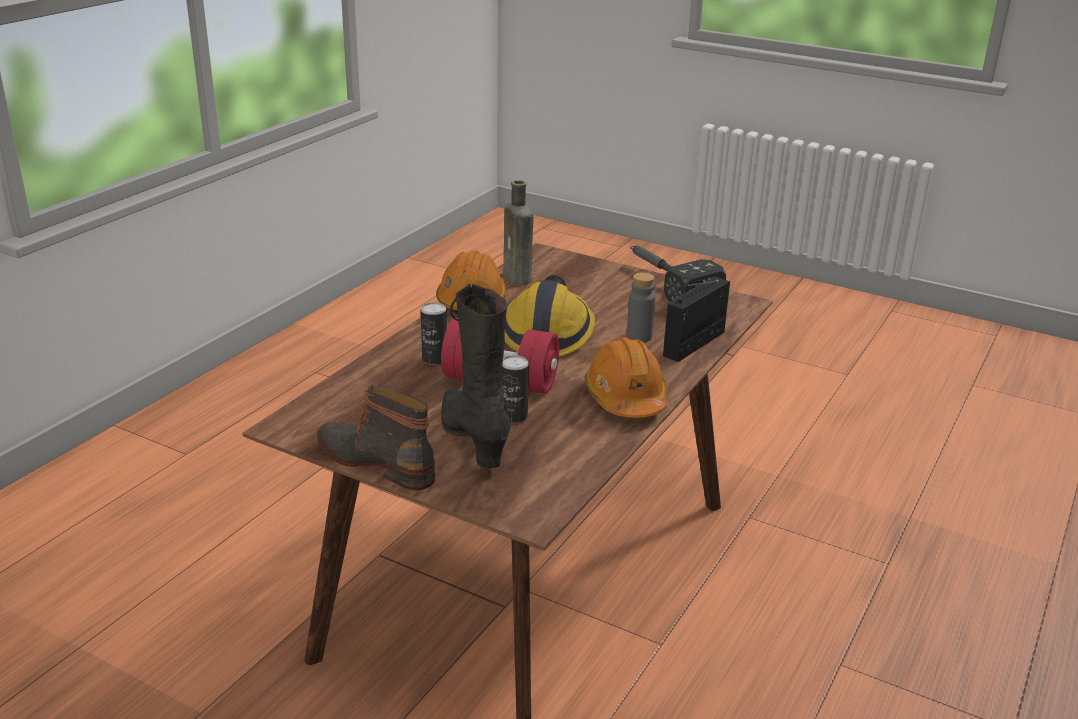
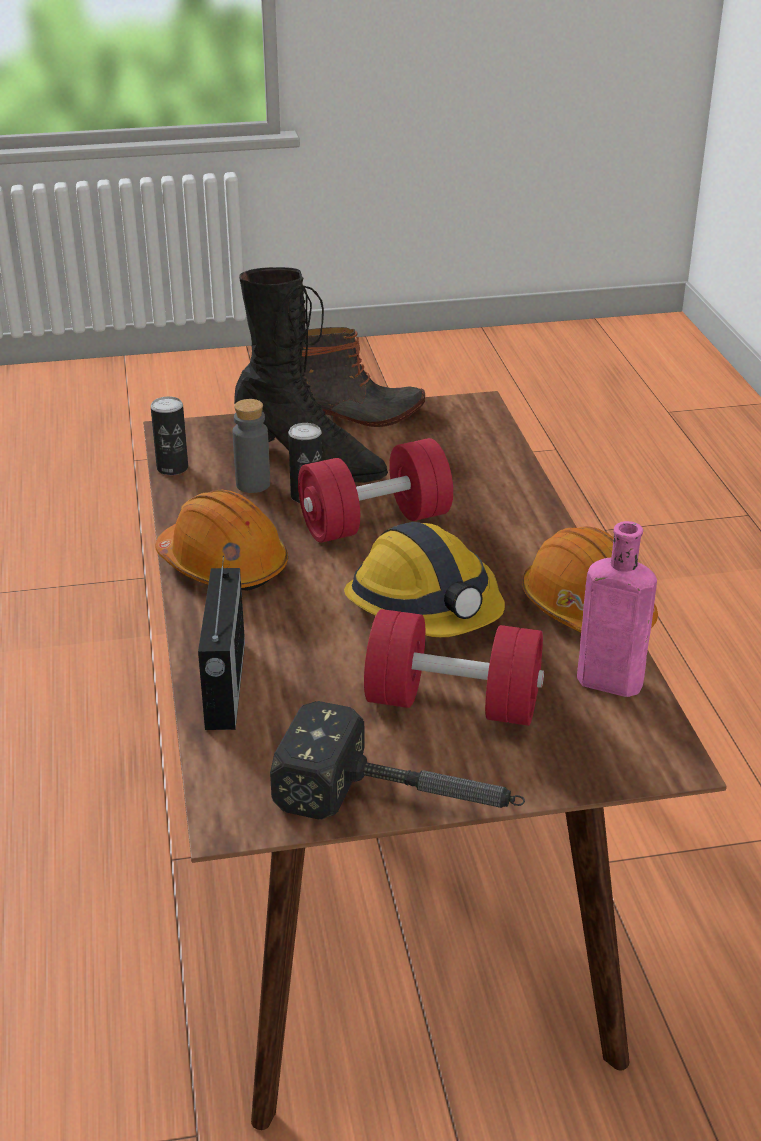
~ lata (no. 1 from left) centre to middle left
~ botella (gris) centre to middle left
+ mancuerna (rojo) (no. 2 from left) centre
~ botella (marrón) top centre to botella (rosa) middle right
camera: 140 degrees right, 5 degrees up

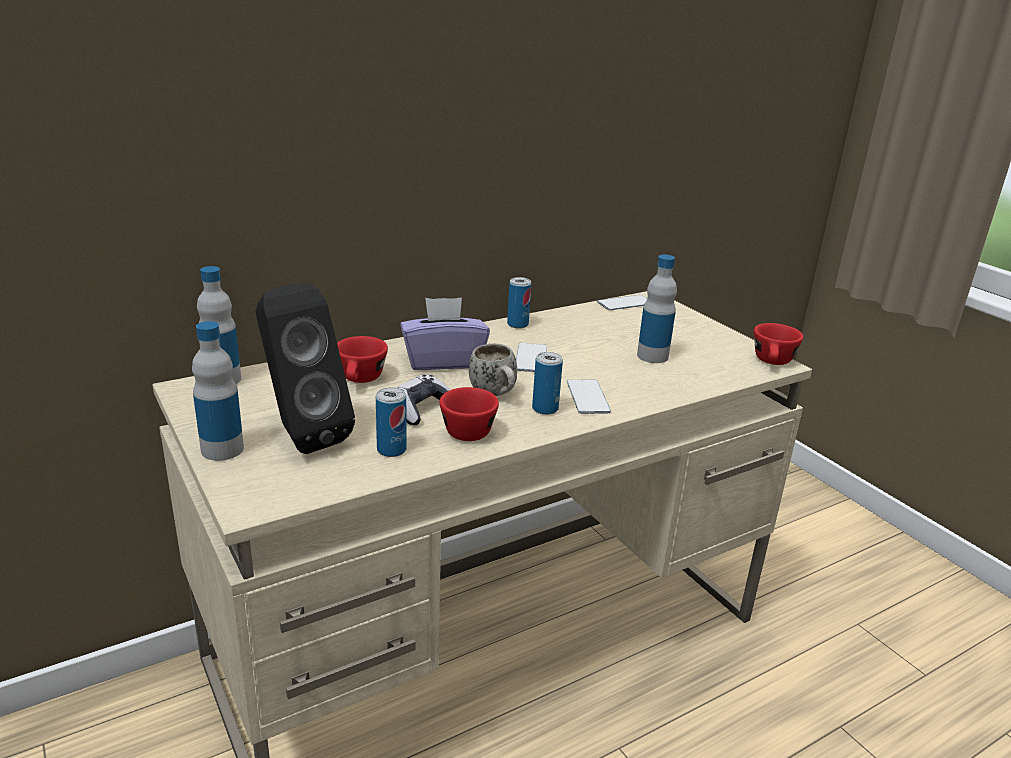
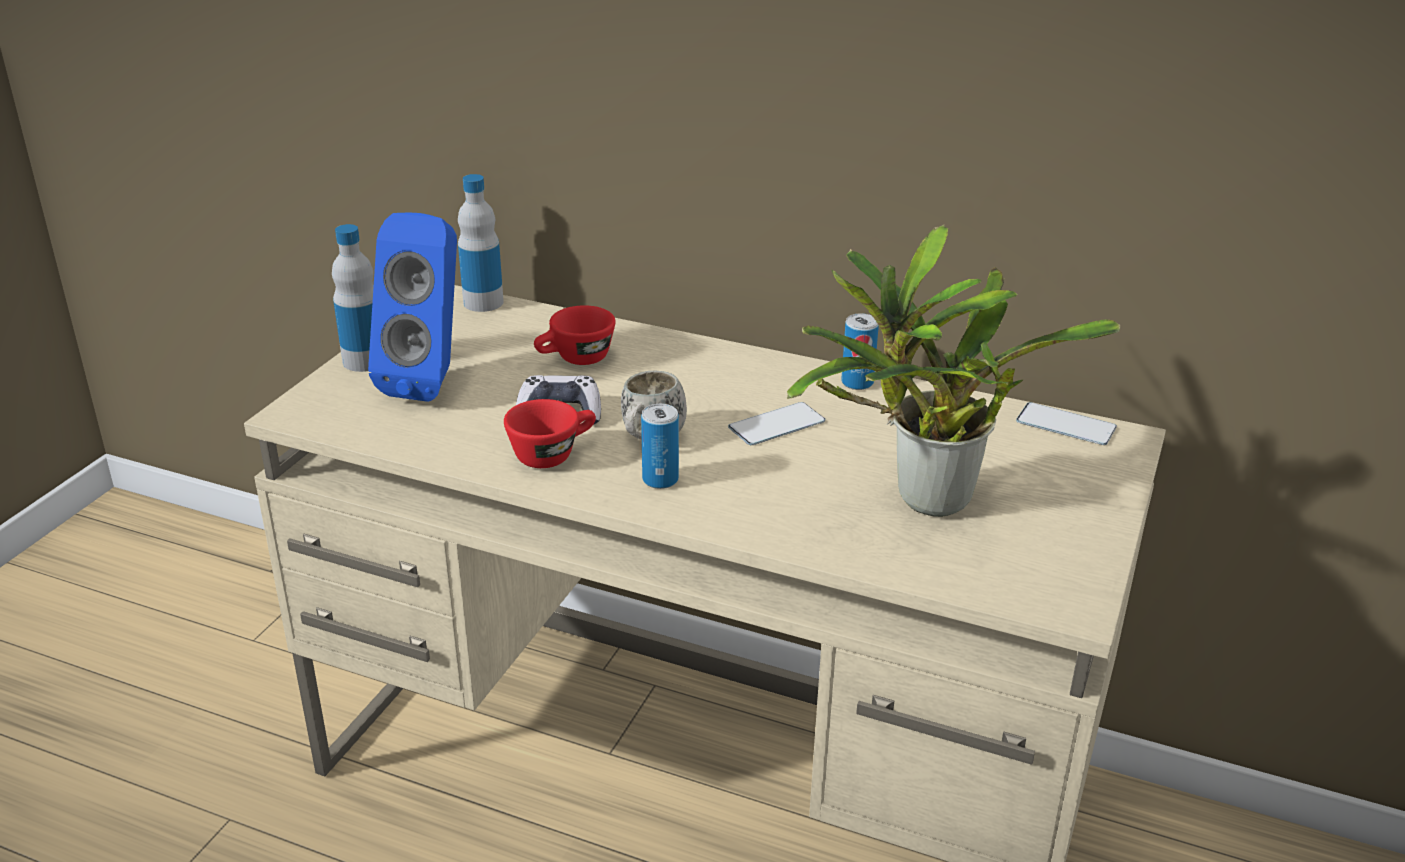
~ altavoz (negro) middle left to altavoz (azul) middle left
~ botella (no. 3 from left) centre to planta en maceta middle right
- lata (no. 1 from left) centre
- caja de pañuelos (morado) centre
- móvil (no. 2 from left) centre
- taza (rojo) (no. 3 from left) middle right
camera: 55 degrees right, 5 degrees up

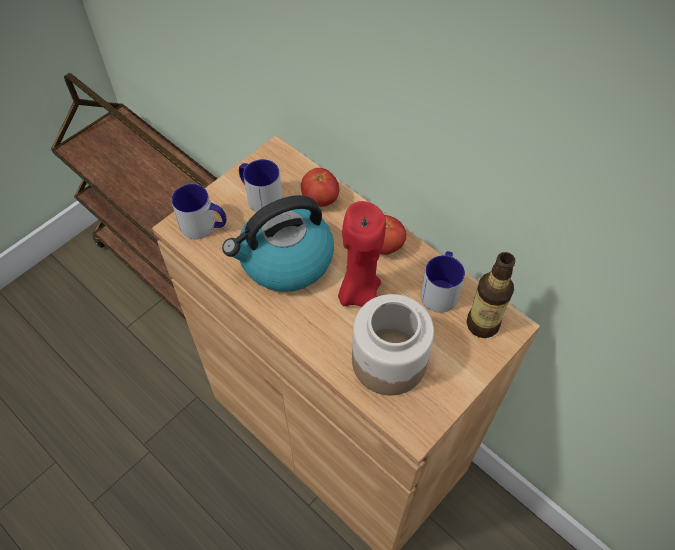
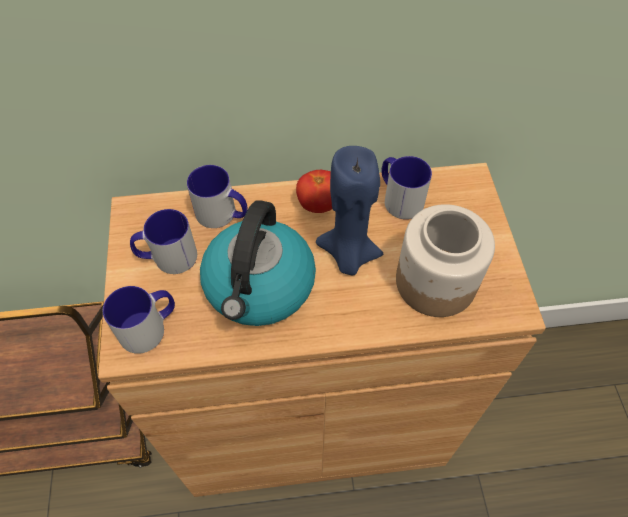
~ tomate (no. 1 from left) centre to taza grande (no. 3 from left) centre
~ vela (rojo) centre to vela (azul) centre
- botella middle right
camera: 50 degrees left, 0 degrees up

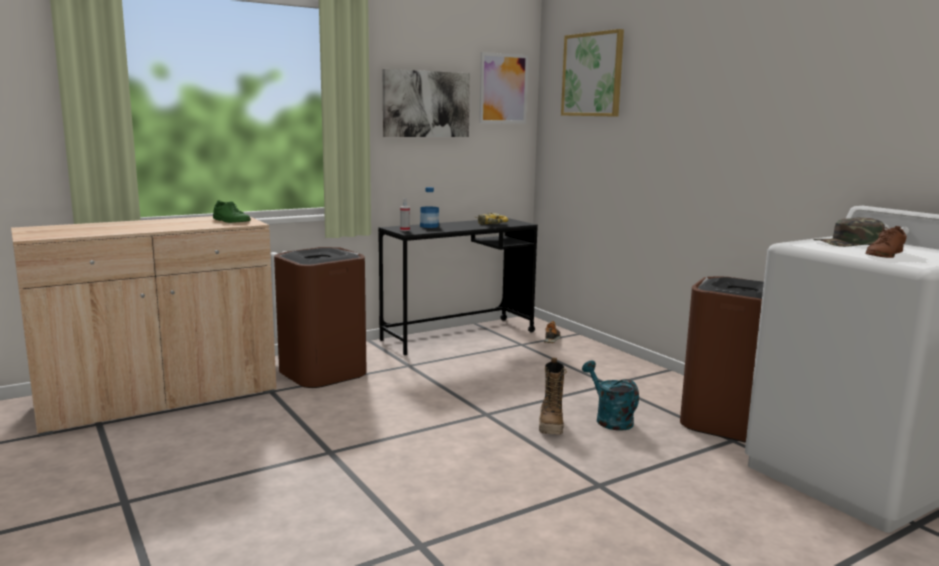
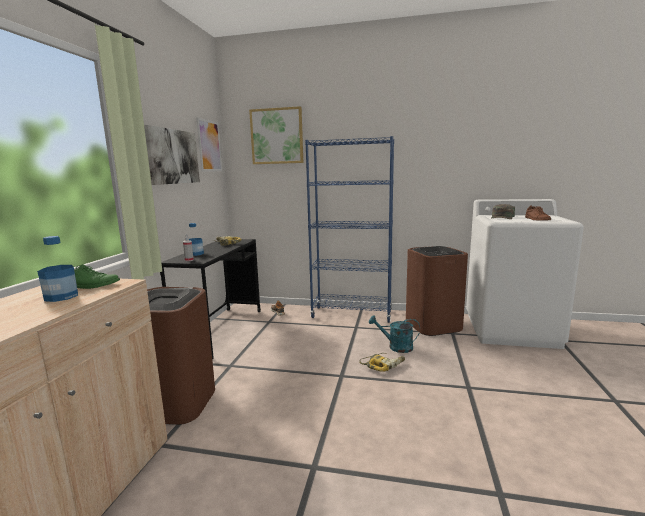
+ botella (no. 1 from left) middle left
+ estantería (azul) centre
~ bota bottom centre to taladro (no. 2 from left) bottom centre
camera: 45 degrees left, 0 degrees up

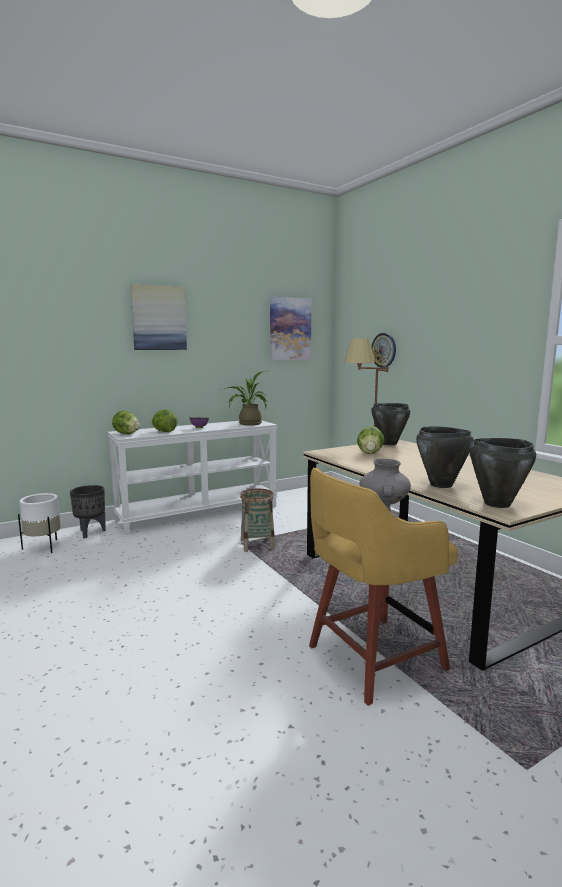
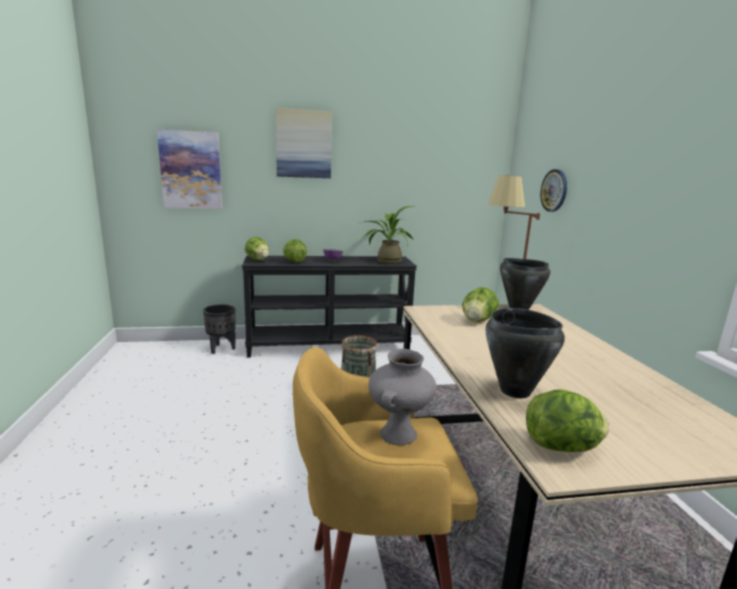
~ cuadro (no. 2 from left in the first image) centre to cuadro (no. 1 from left) top left
~ mesa consola (blanco) centre to mesa consola (negro) centre
~ olla (negro) (no. 3 from left) middle right to lechuga (no. 4 from left) bottom right
- maceta (blanco) middle left
camera: 20 degrees right, 5 degrees up

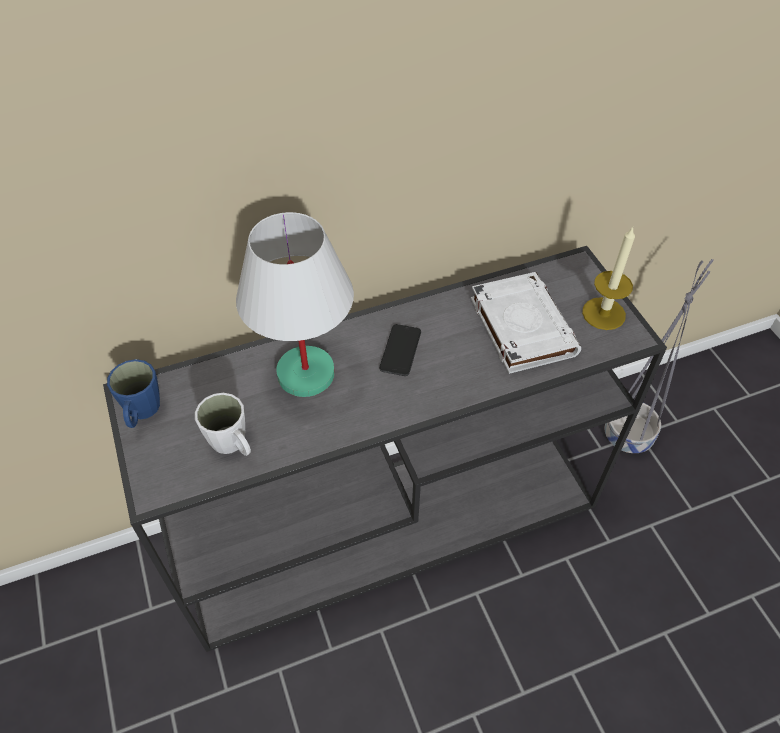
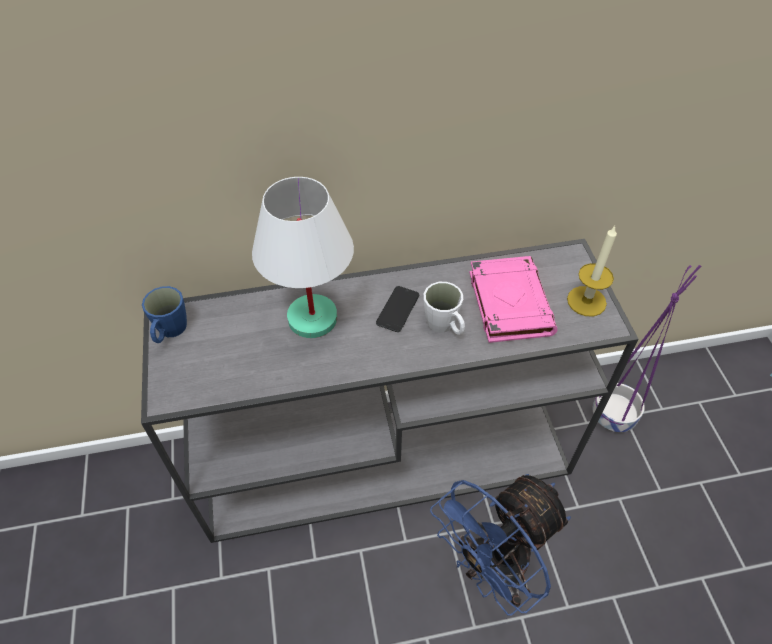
~ taza grande (blanco) middle left to centre
+ ventilador (azul) bottom centre
~ libro (blanco) middle right to libro (rosa) centre
~ maceta (gris) middle right to maceta (morado) middle right
camera: 10 degrees right, 0 degrees up

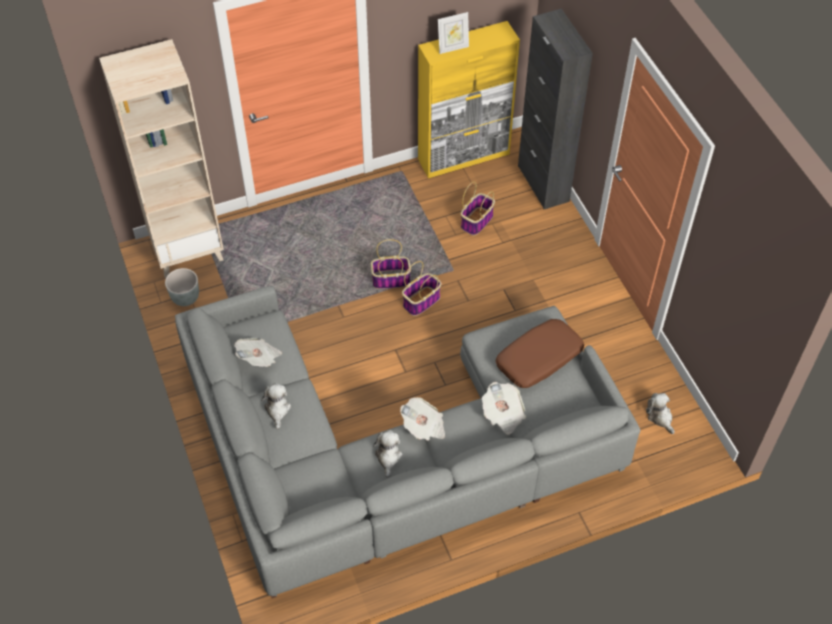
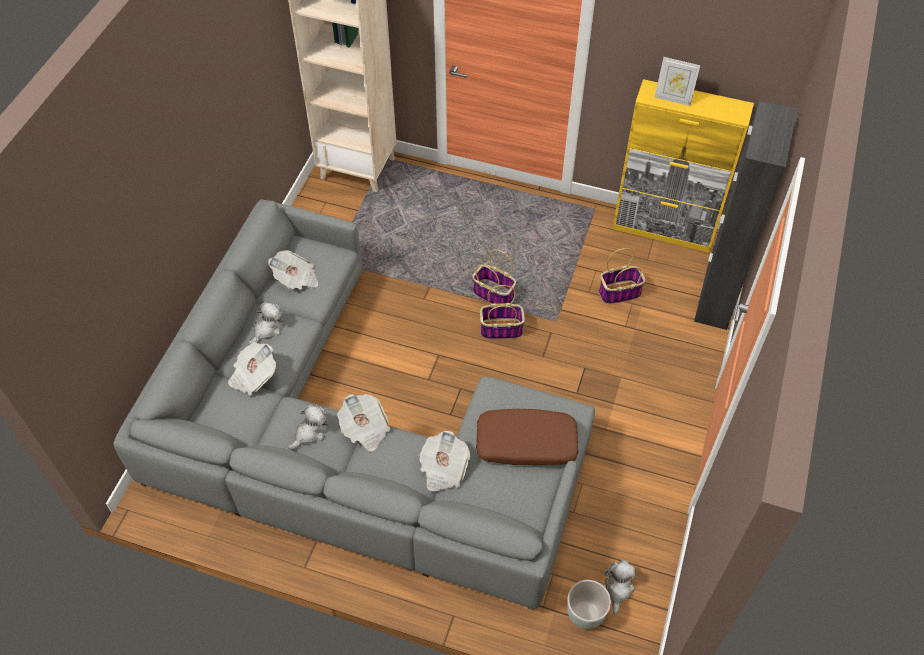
+ periódico (no. 1 from left) middle left
~ maceta (gris) middle left to bottom centre
camera: 40 degrees right, 0 degrees up

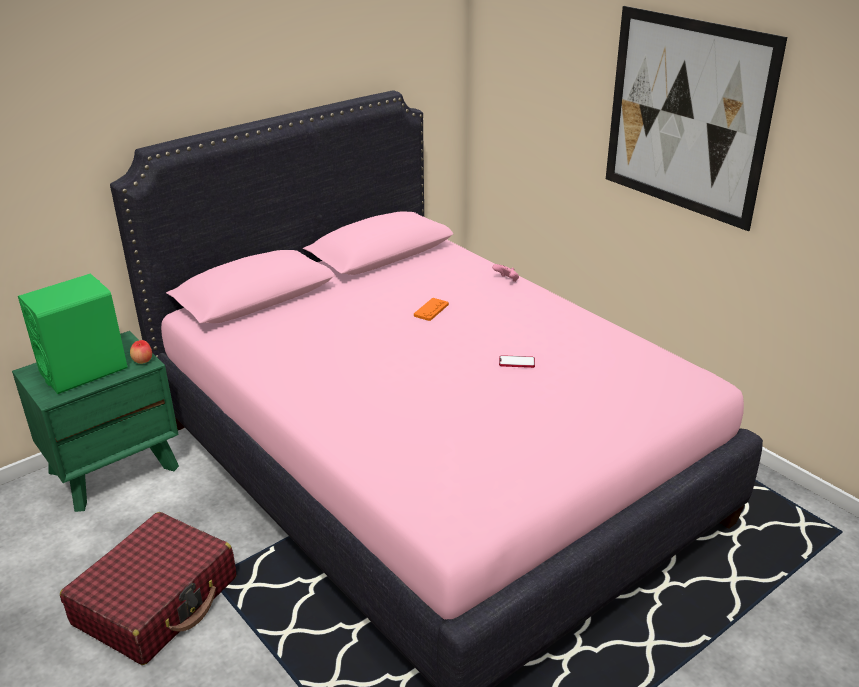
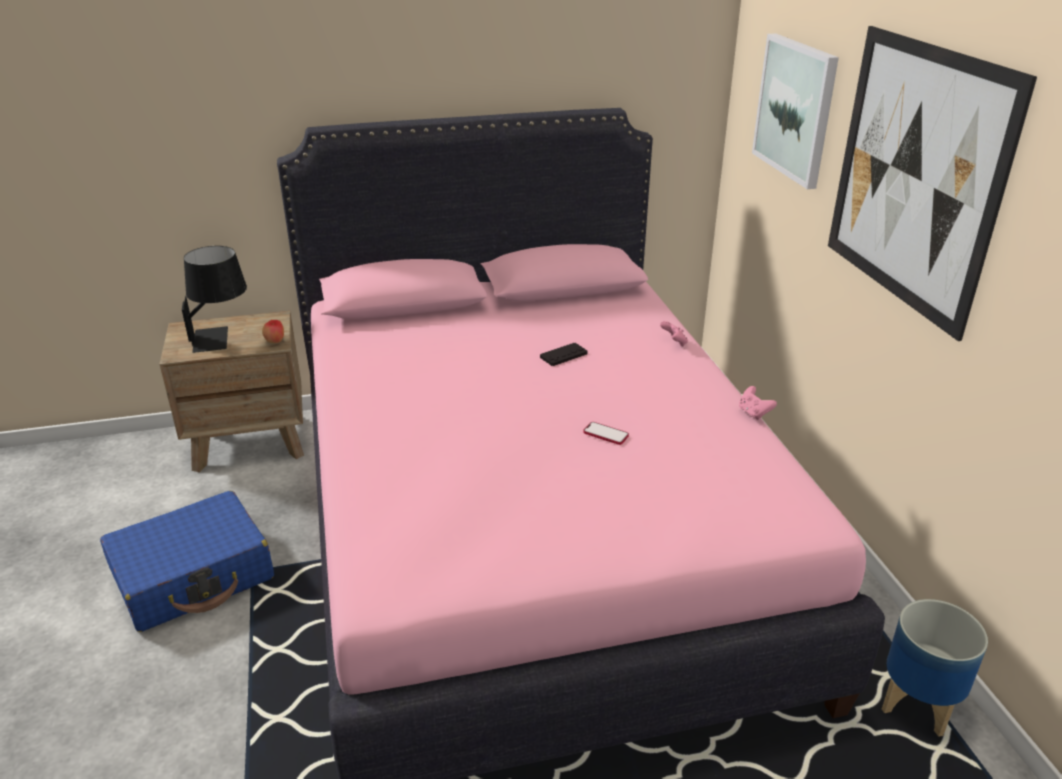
~ maleta (rojo) bottom left to maleta (azul) bottom left
~ mesita de noche (verde) middle left to mesita de noche (marrón) middle left
~ altavoz (verde) middle left to lámpara de mesa (negro) middle left
~ mando de consola (naranja) centre to mando de consola (negro) centre
+ mando de consola (rosa) (no. 2 from left) middle right
+ cuadro (no. 1 from left) top right
+ maceta bottom right
camera: 25 degrees right, 0 degrees up

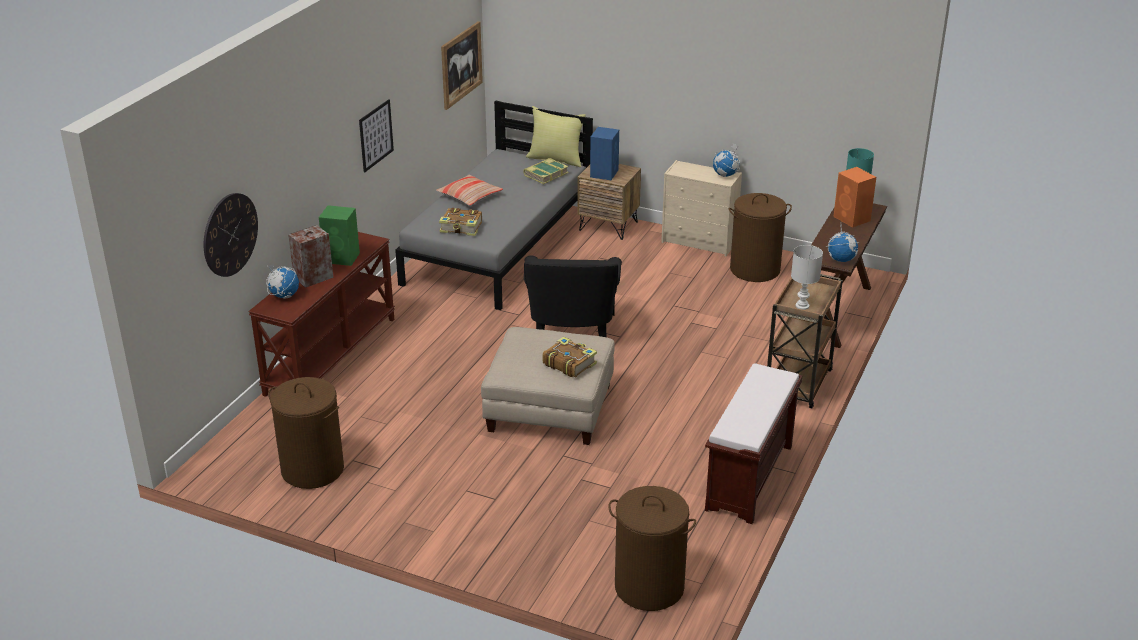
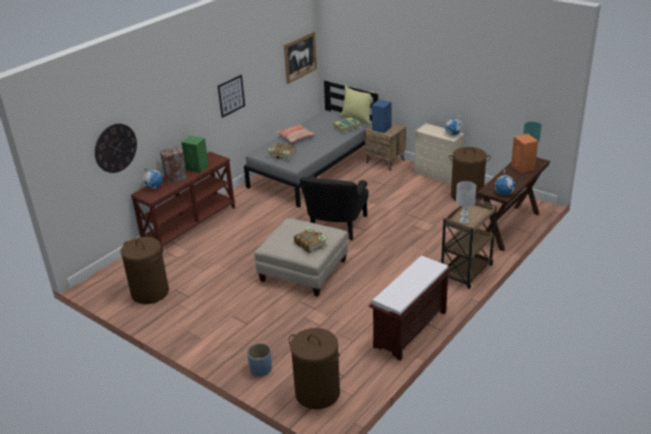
+ maceta (azul) bottom centre
camera: 15 degrees right, 0 degrees up

